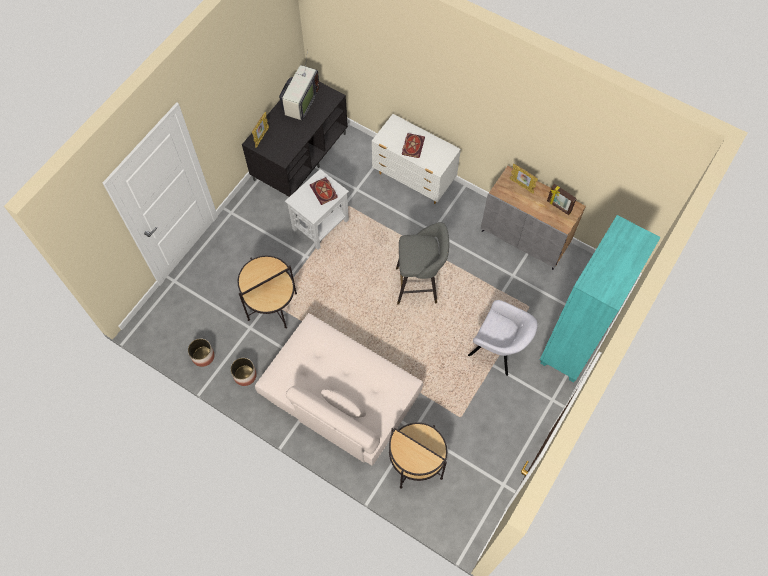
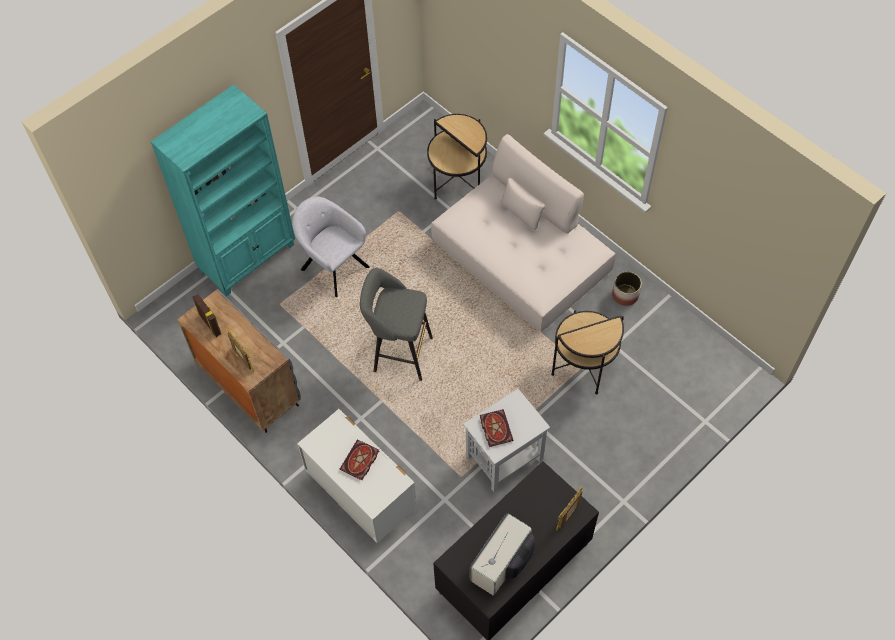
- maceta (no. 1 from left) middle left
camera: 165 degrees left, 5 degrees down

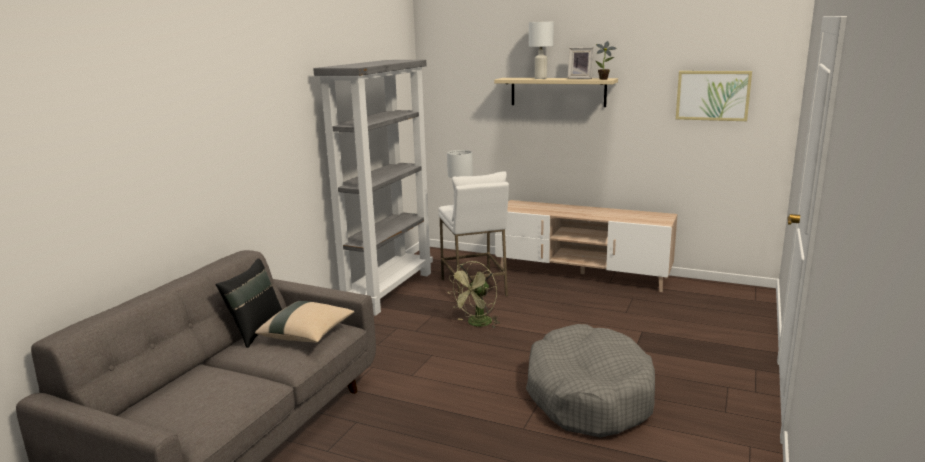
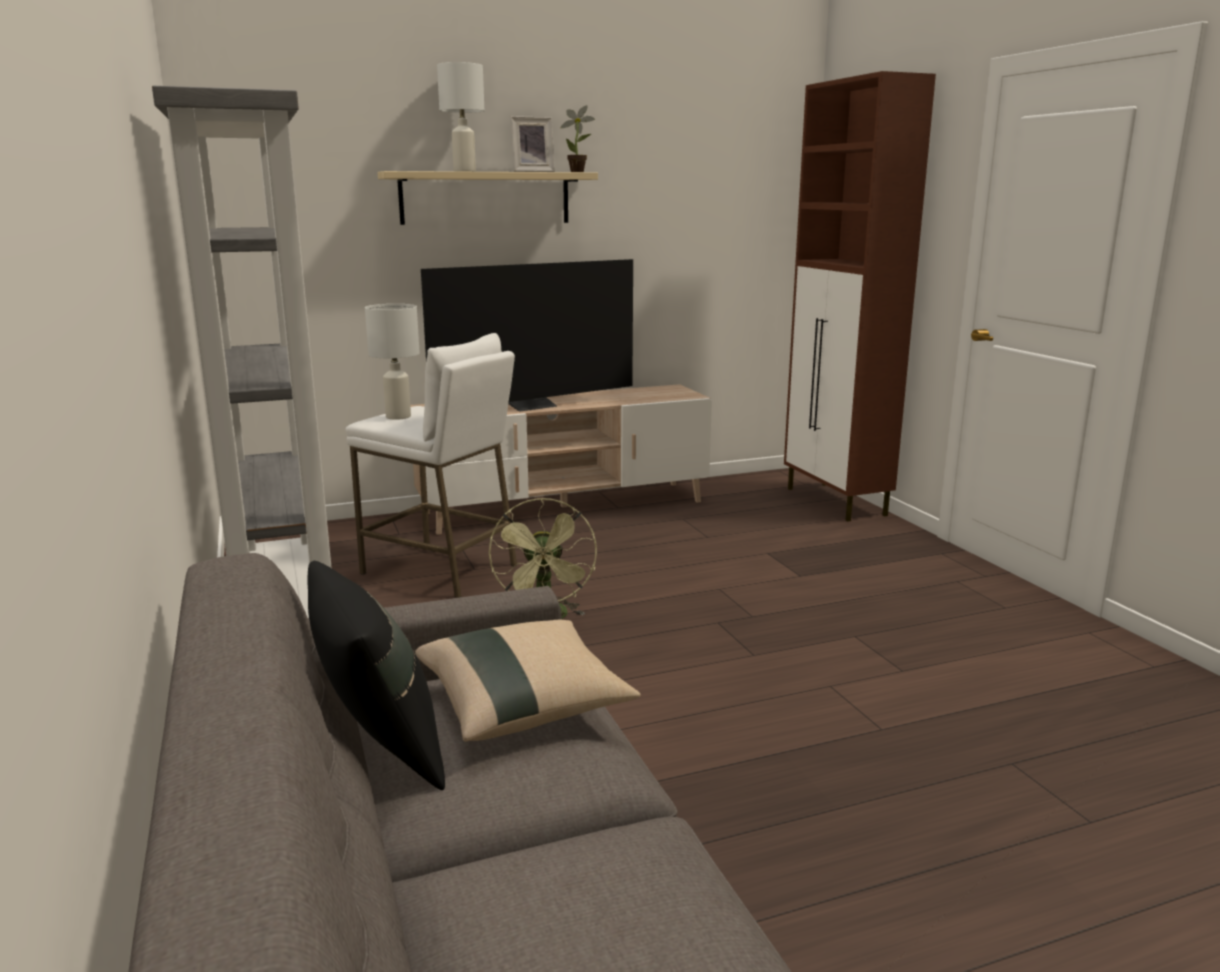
+ televisor centre
+ armario (marrón) top right
- cama para perro (gris) bottom centre
- cuadro top right
camera: 45 degrees left, 0 degrees up

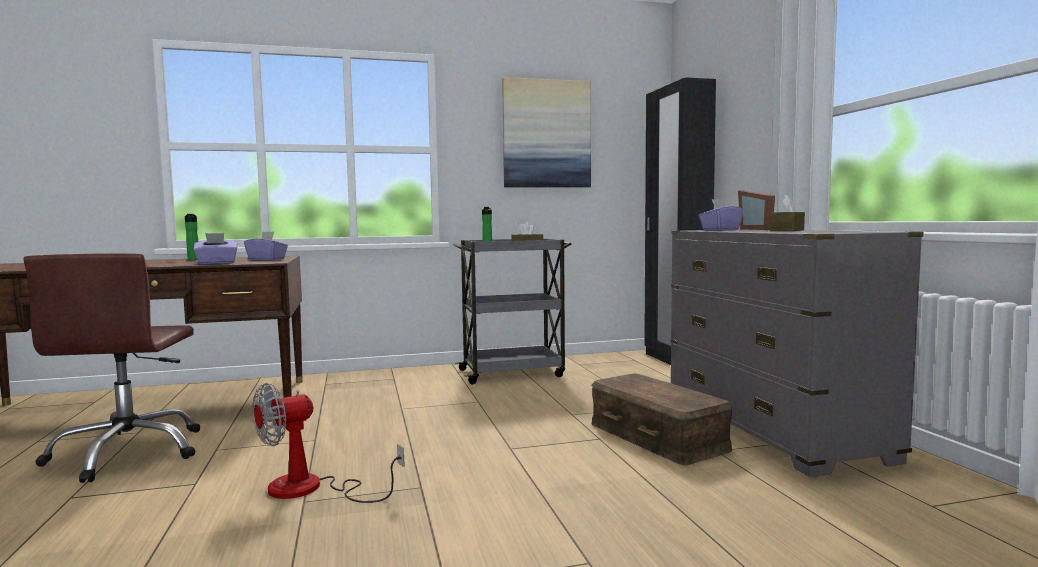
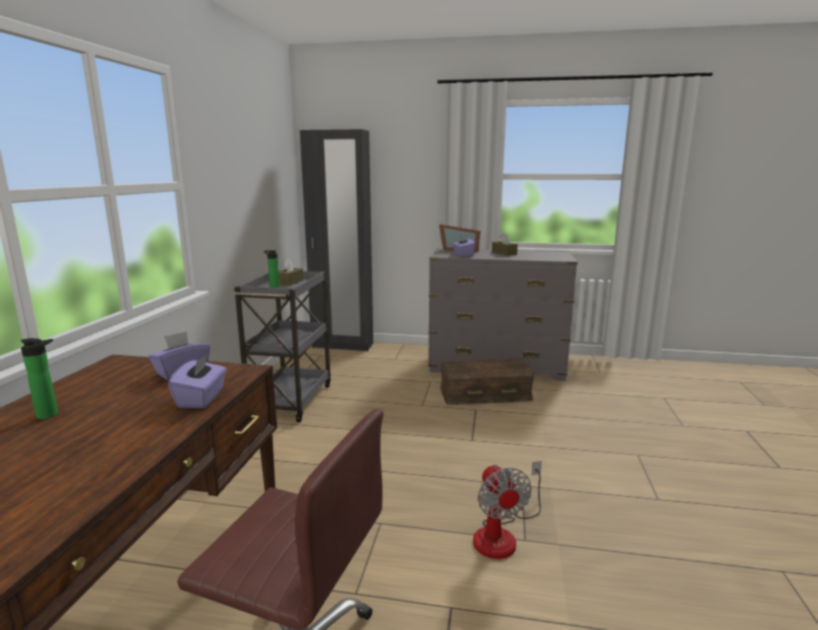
- cuadro top centre
camera: 65 degrees left, 10 degrees up

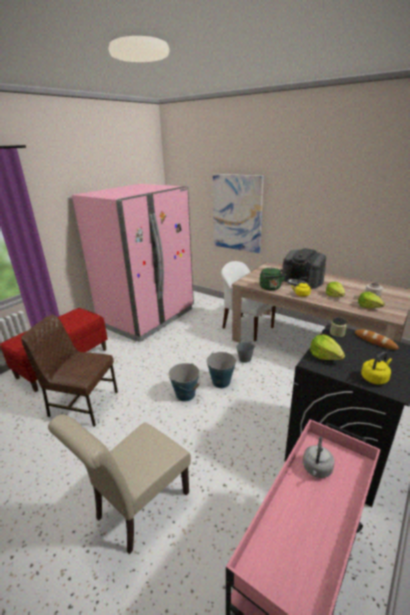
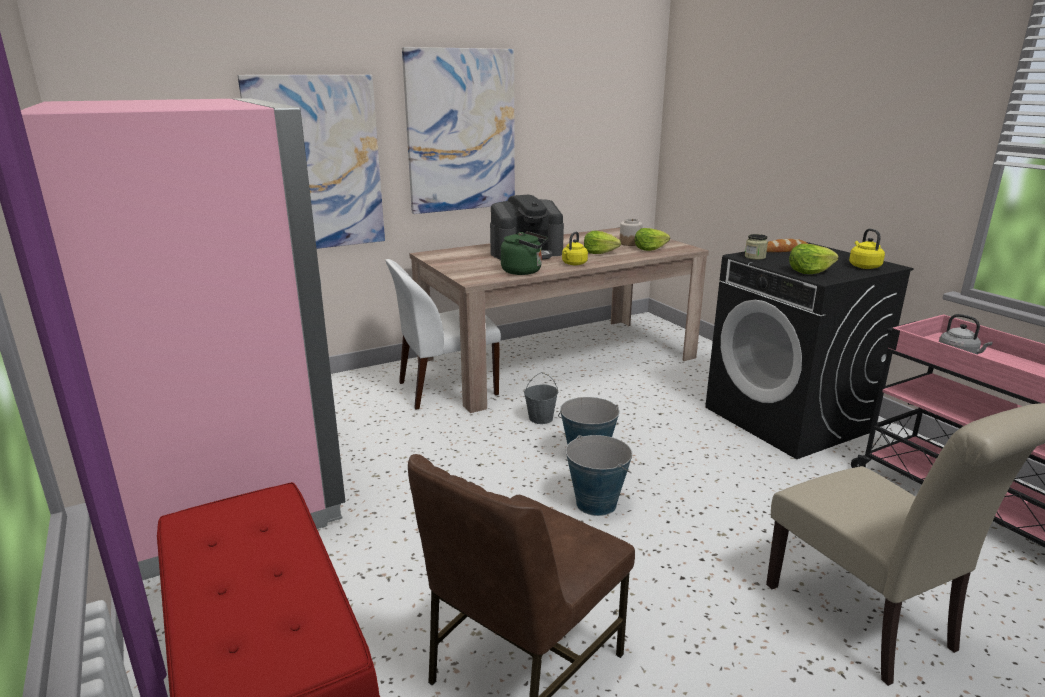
+ cuadro (no. 2 from left) top centre
camera: 65 degrees left, 5 degrees down

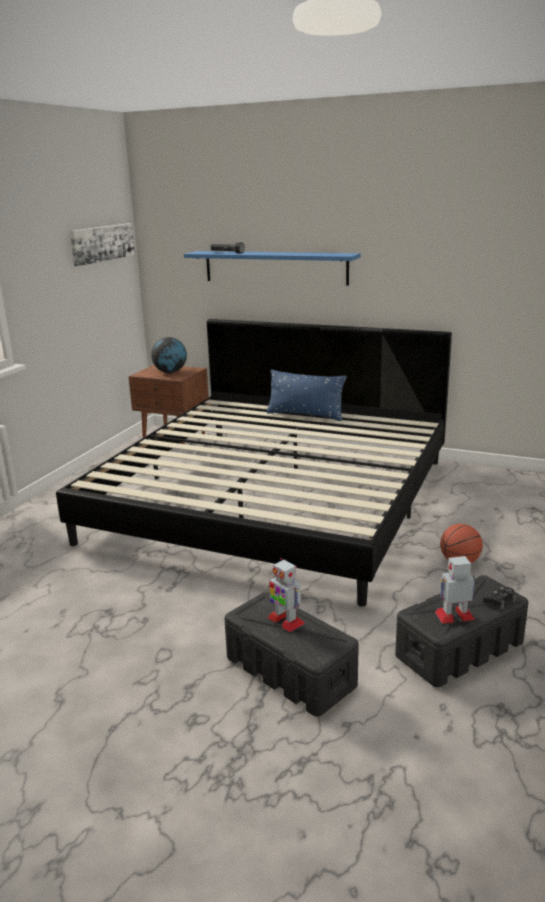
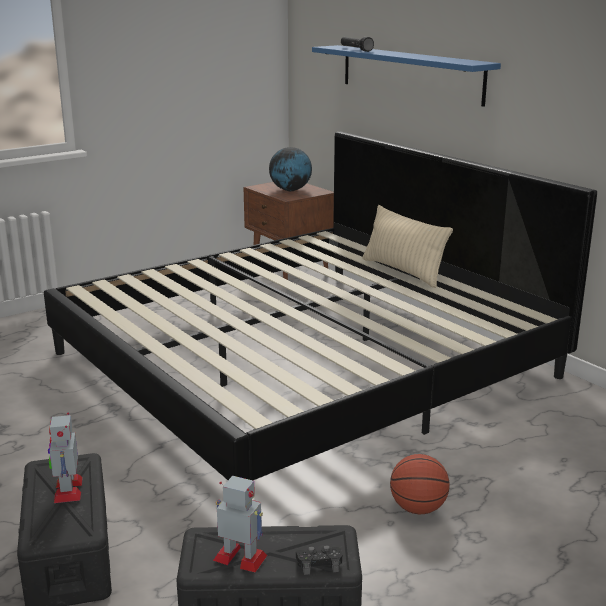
~ cojín (azul) centre to cojín (beis) middle right
- cuadro top left
camera: 30 degrees right, 0 degrees up

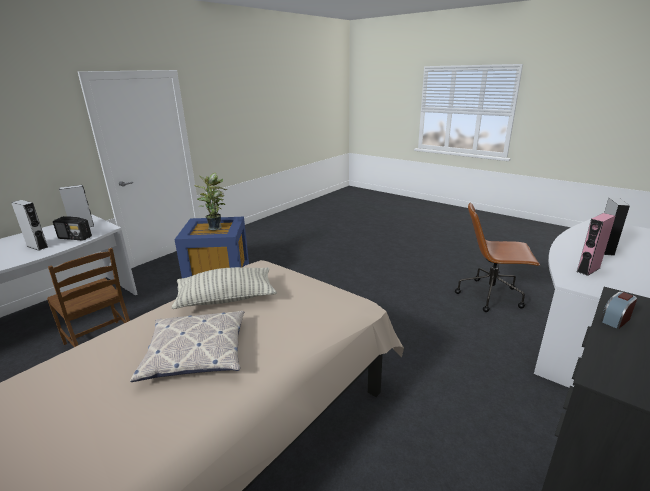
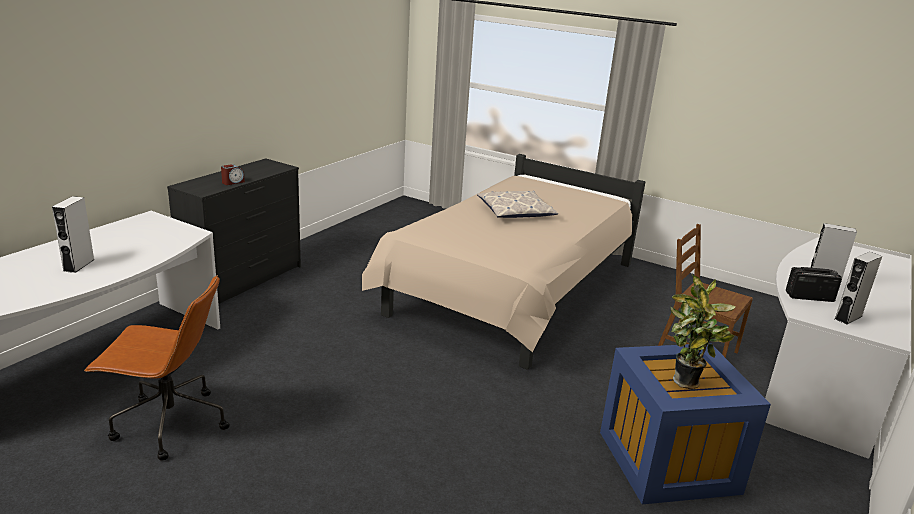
- cojín (no. 2 from left) centre
- altavoz (rosa) middle right
camera: 170 degrees right, 0 degrees up

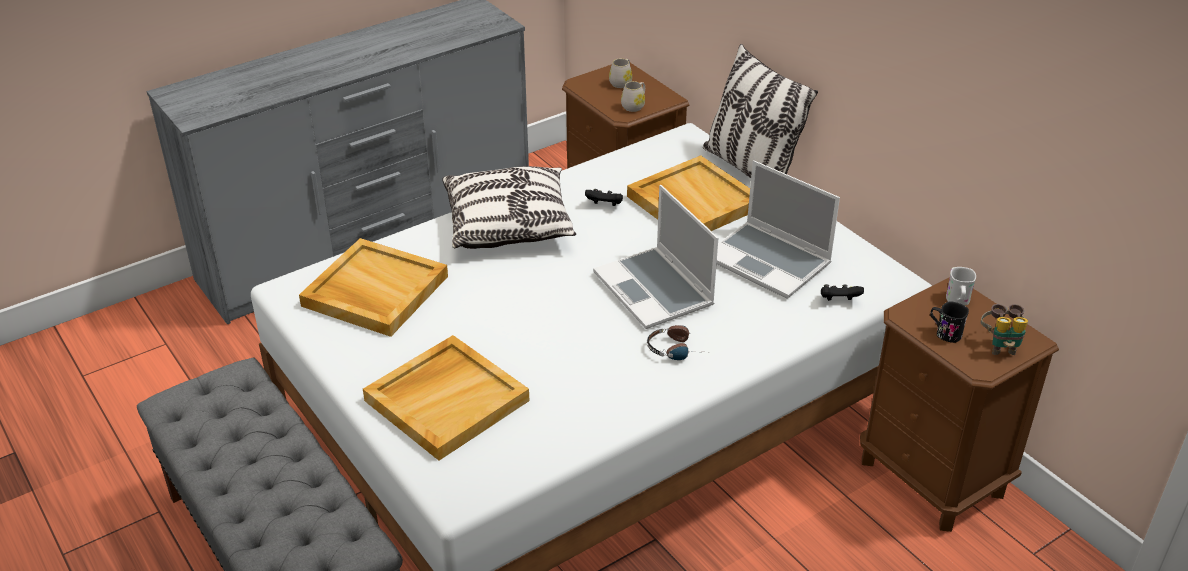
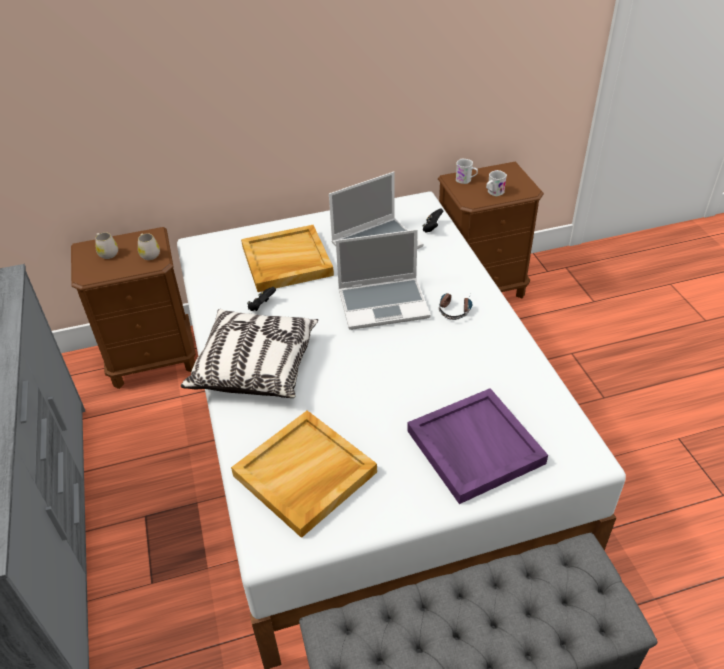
~ bandeja (beis) (no. 2 from left) bottom centre to bandeja (morado) bottom centre
~ taza grande (negro) middle right to taza grande (blanco) (no. 4 from left) top right
- cojín (no. 2 from left) top centre
- prismáticos middle right
camera: 70 degrees left, 5 degrees up

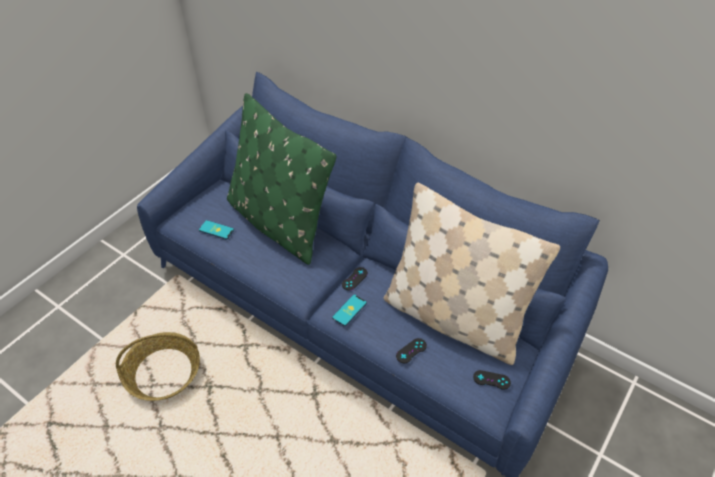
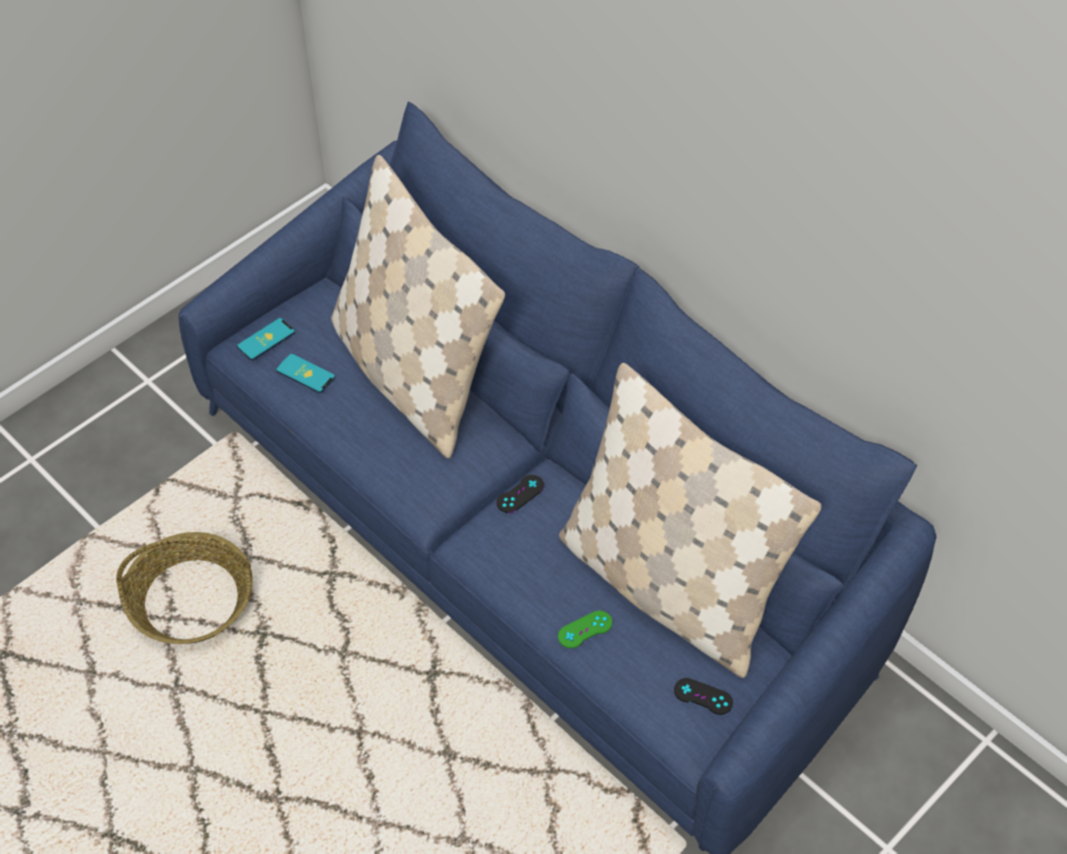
~ móvil (no. 2 from left in the first image) centre to móvil (no. 1 from left) middle left
~ cojín (verde) centre to cojín (beis) (no. 1 from left) centre
~ mando de consola (negro) (no. 2 from left) bottom centre to mando de consola (verde) bottom centre
camera: 10 degrees right, 5 degrees up

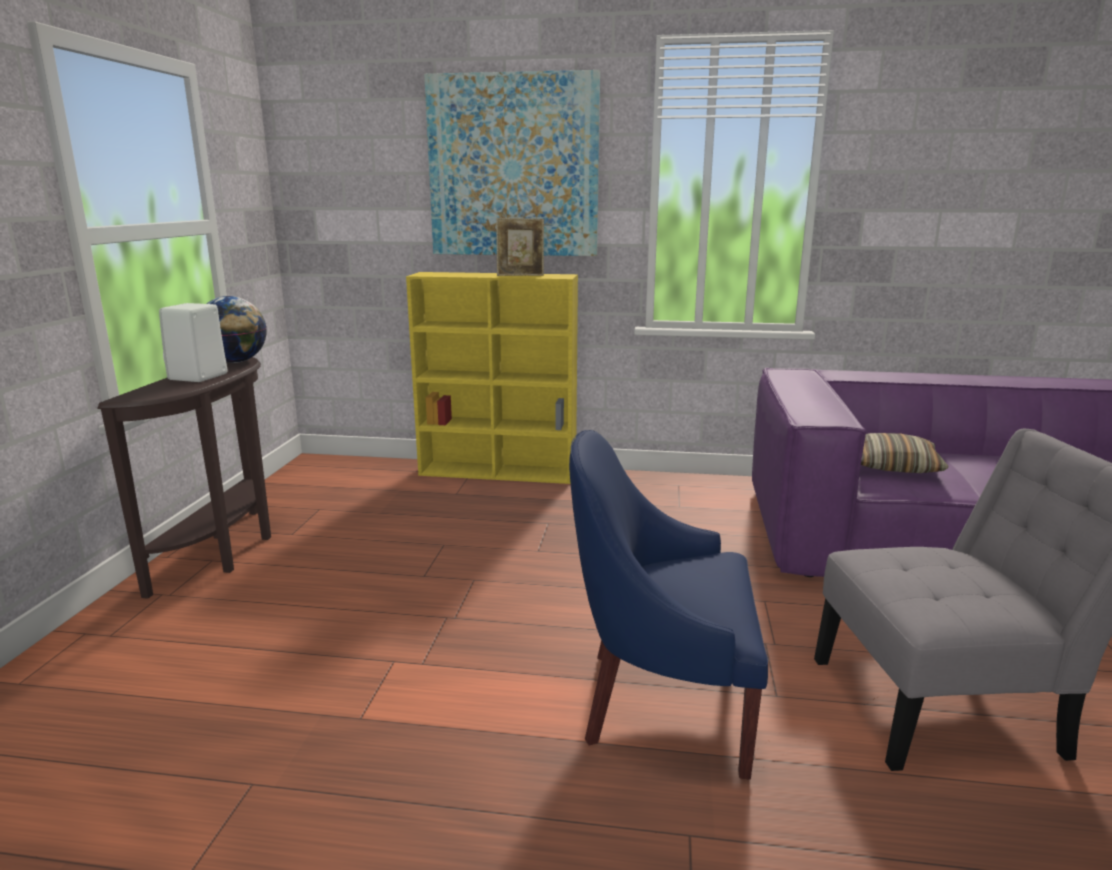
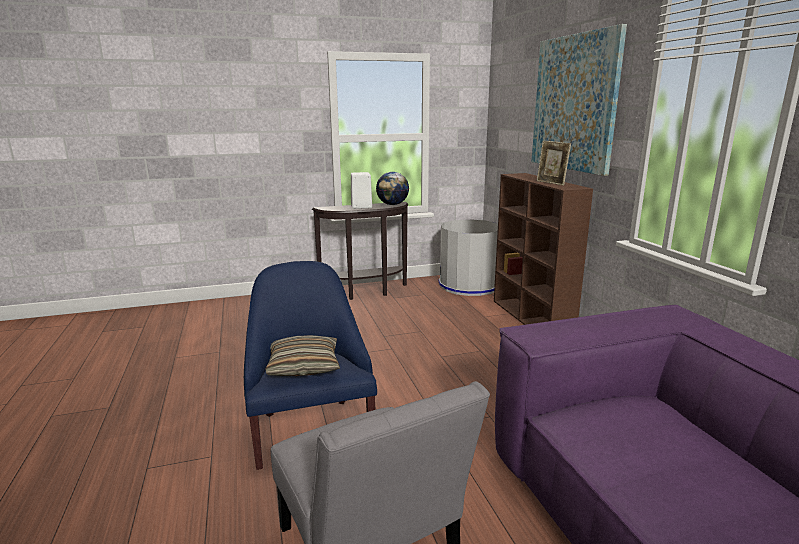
~ cojín middle right to centre
+ papelera (gris) centre
~ estantería (amarillo) centre to estantería (marrón) middle right
camera: 65 degrees right, 0 degrees up

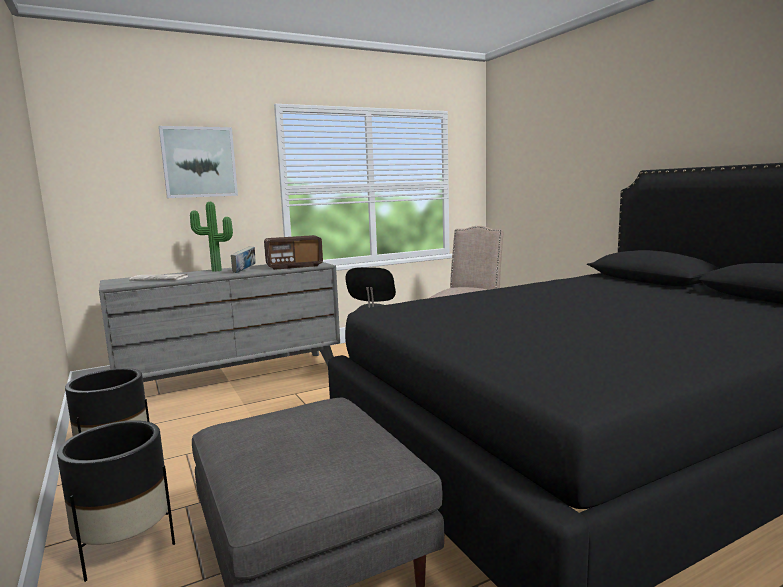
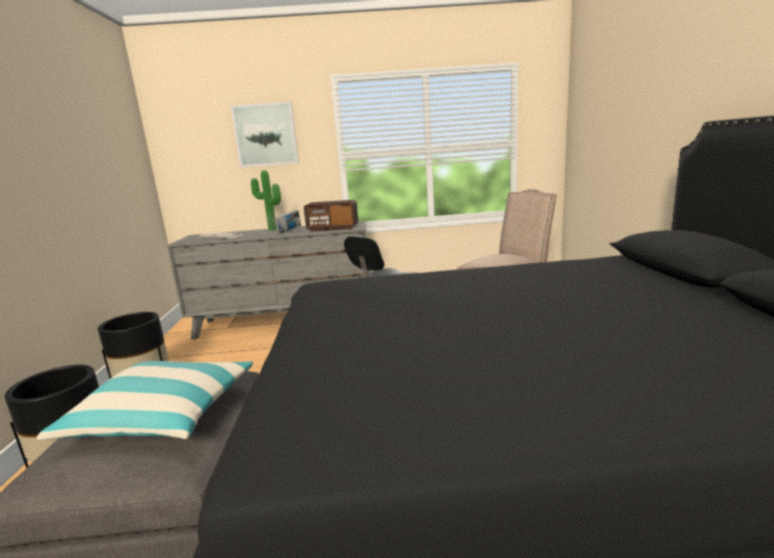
+ cojín bottom left
camera: 25 degrees right, 5 degrees up

